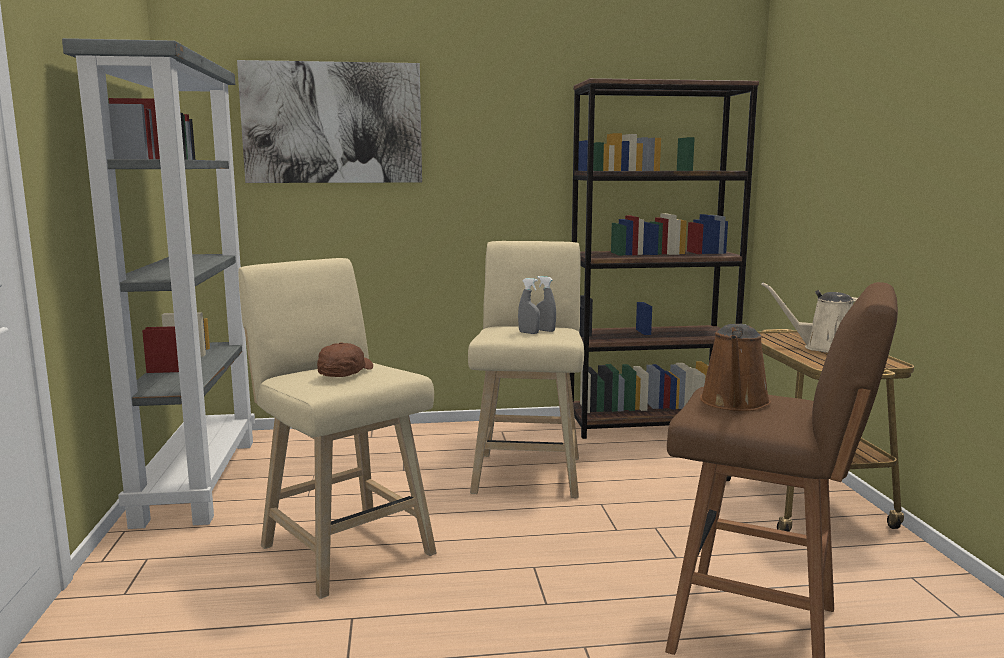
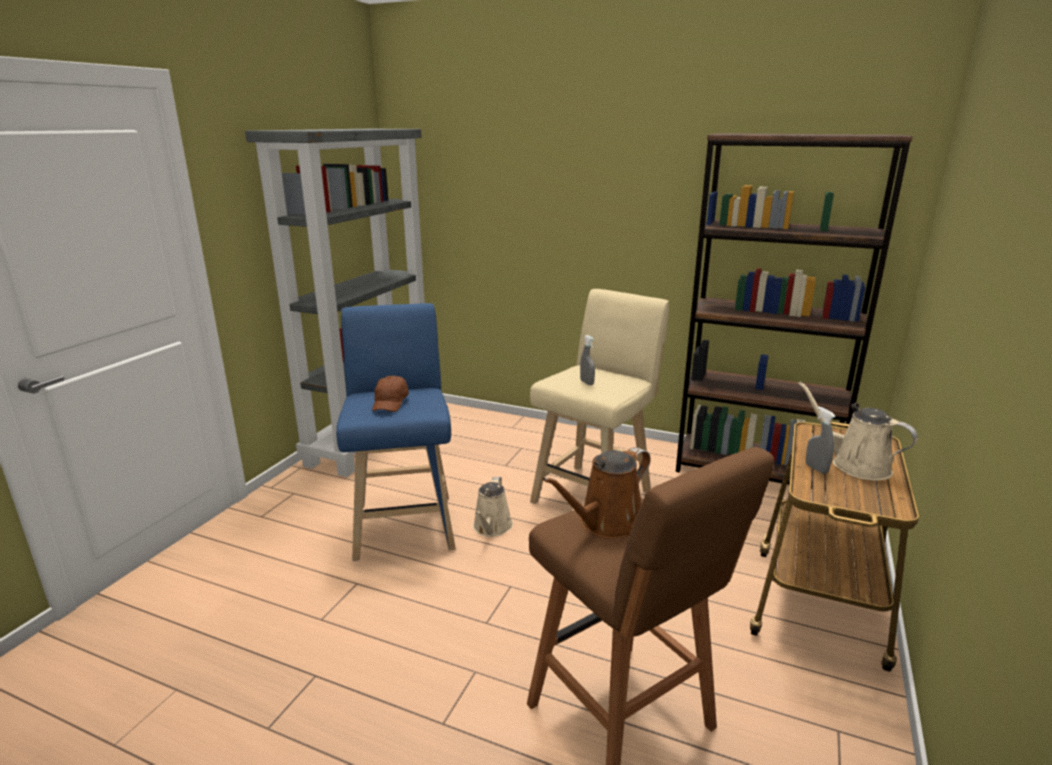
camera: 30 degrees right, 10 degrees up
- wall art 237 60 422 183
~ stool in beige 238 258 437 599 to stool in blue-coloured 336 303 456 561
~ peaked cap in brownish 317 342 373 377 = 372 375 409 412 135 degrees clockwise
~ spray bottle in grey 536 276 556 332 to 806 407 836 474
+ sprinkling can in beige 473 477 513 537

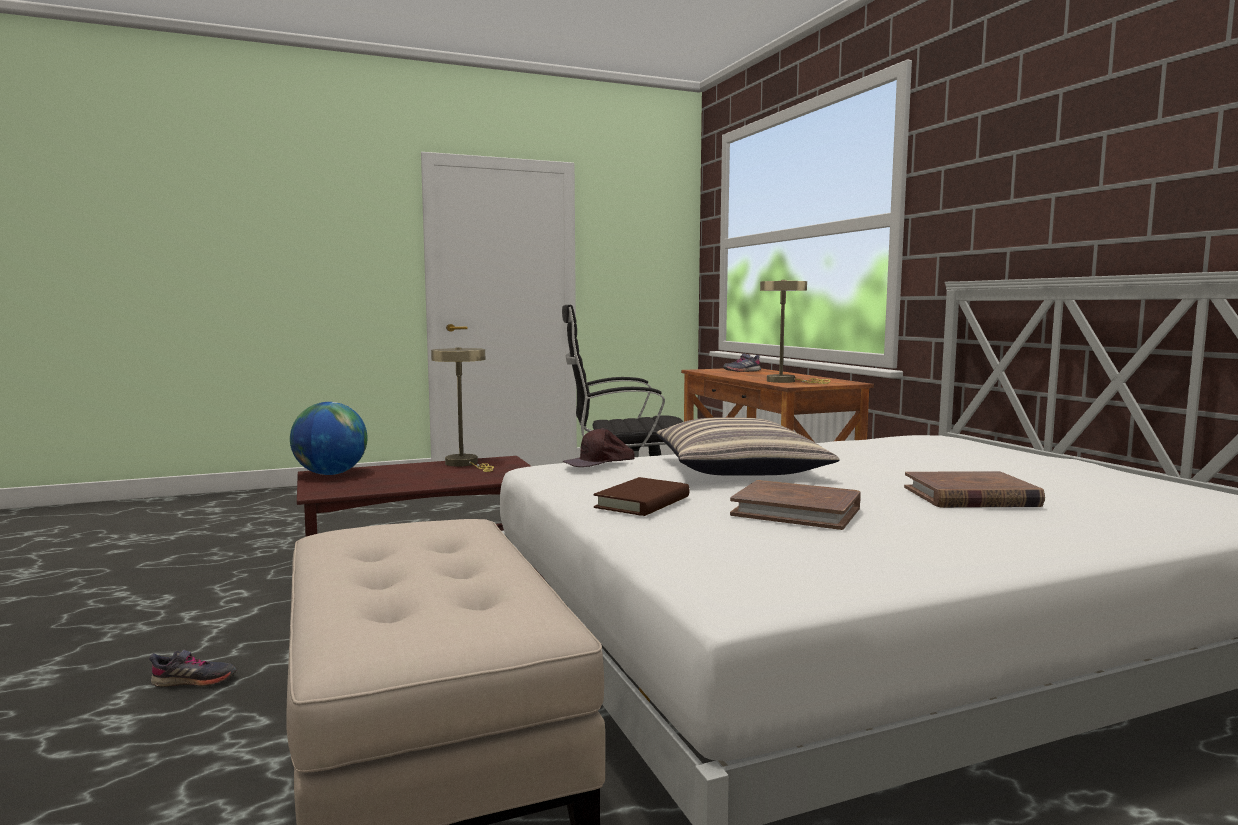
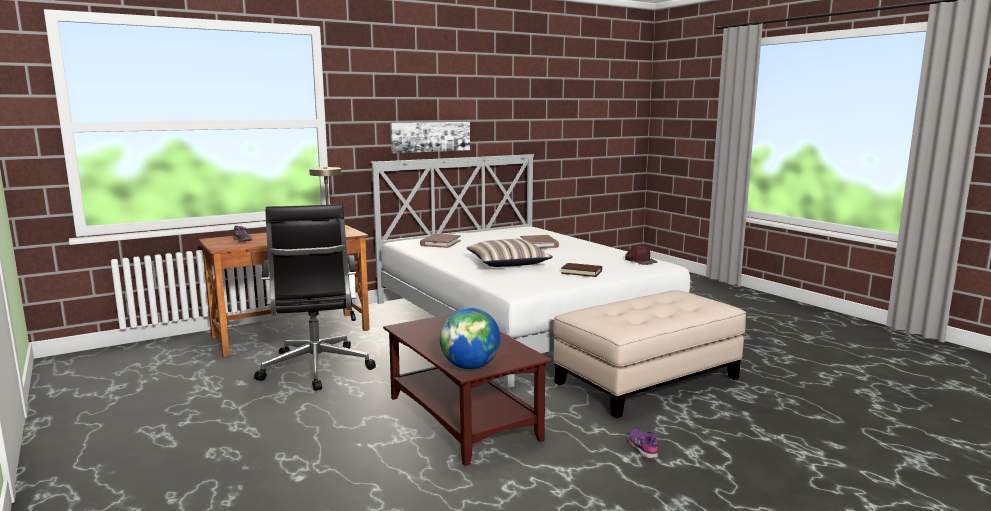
camera: 100 degrees left, 5 degrees up
~ low shoe in grey 149 650 237 687 to low shoe in purple 628 429 658 459
- table lamp in beige 431 347 494 472
~ peaked cap in brownish 563 428 635 467 to 625 245 657 265
~ book in brownish 730 480 861 530 to 420 234 461 248
+ wall art 390 122 470 153

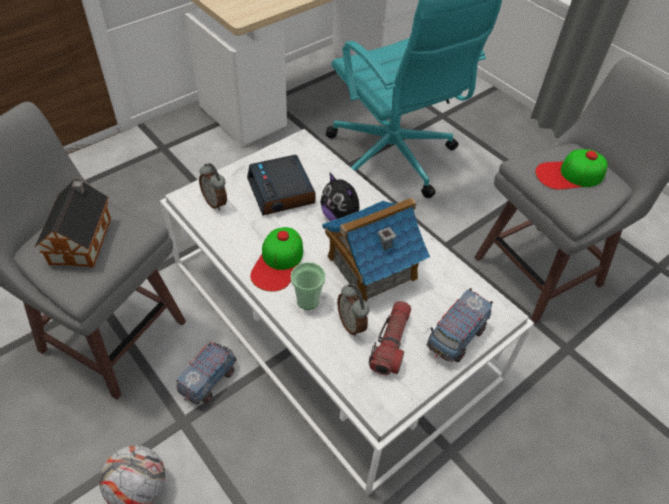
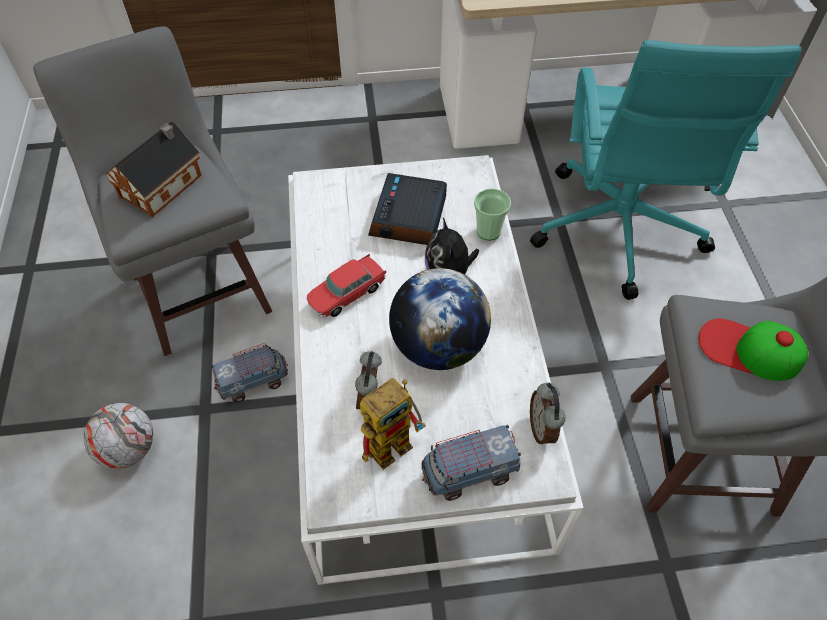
camera: 35 degrees right, 5 degrees up
~ bedside clock 199 163 227 211 to 530 383 565 445
~ peaked cap 250 227 303 292 to toy car 306 254 386 318
~ drinking cup 291 262 326 310 to 474 188 511 241
~ toy house 322 197 430 302 to desk globe 389 268 491 370
~ torch 369 301 411 375 to toy robot 360 378 426 470

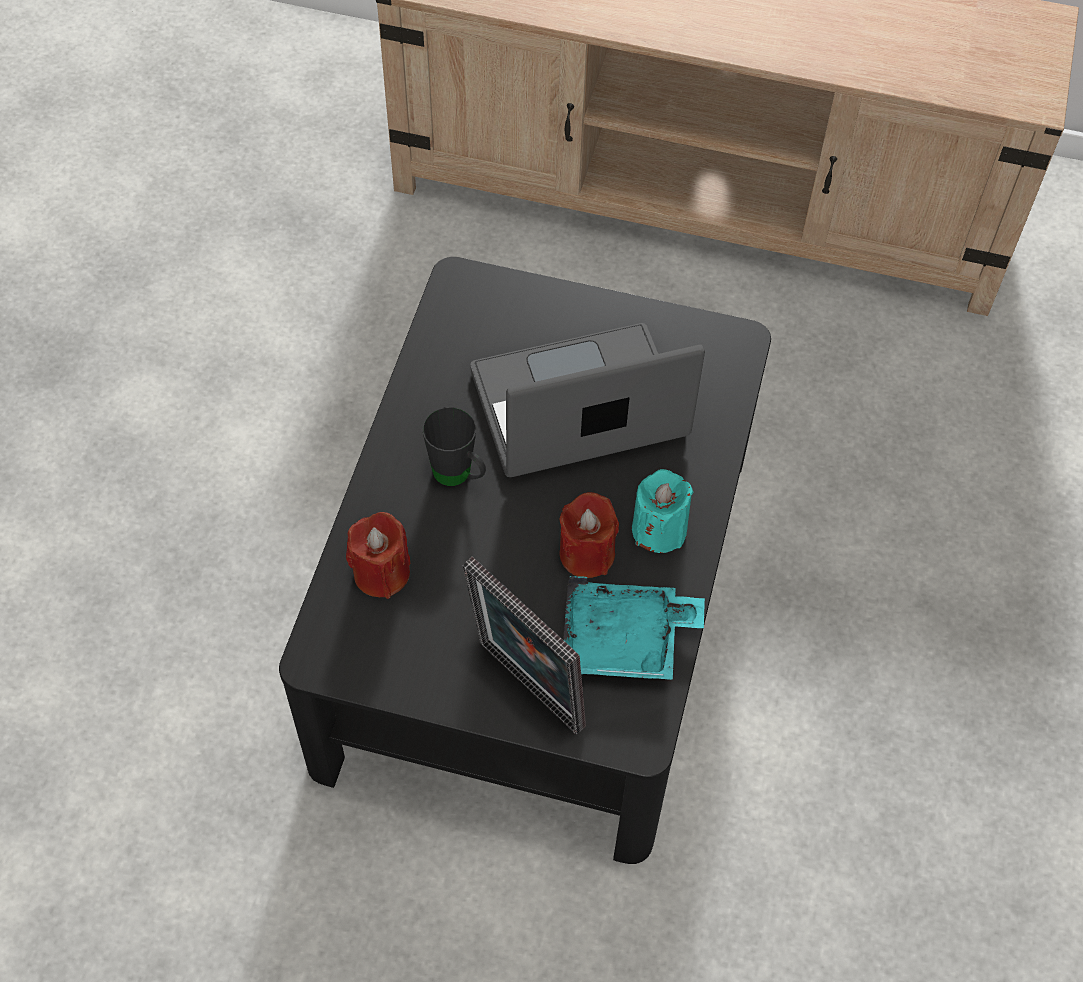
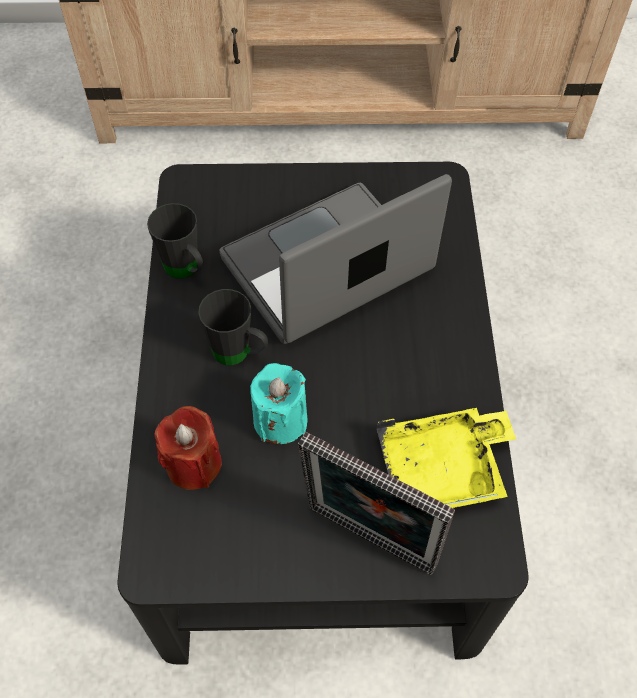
camera: 15 degrees left, 0 degrees up
- wax light in red 559 492 619 578
~ serving tray in blue-green 563 576 705 680 to serving tray in yellowish 377 408 516 508
~ wax light in blue-green 632 469 694 553 to 250 363 308 444
+ tea mug in black 147 203 203 279

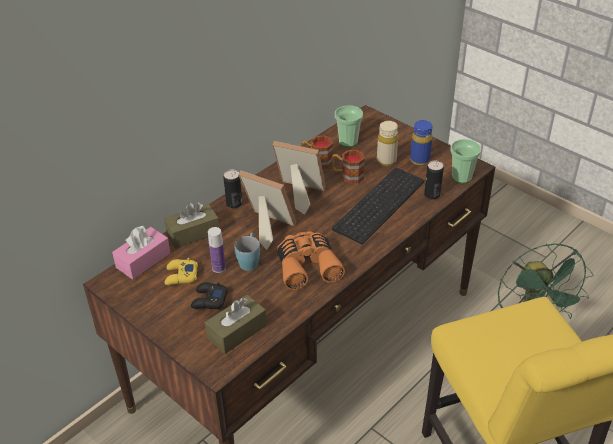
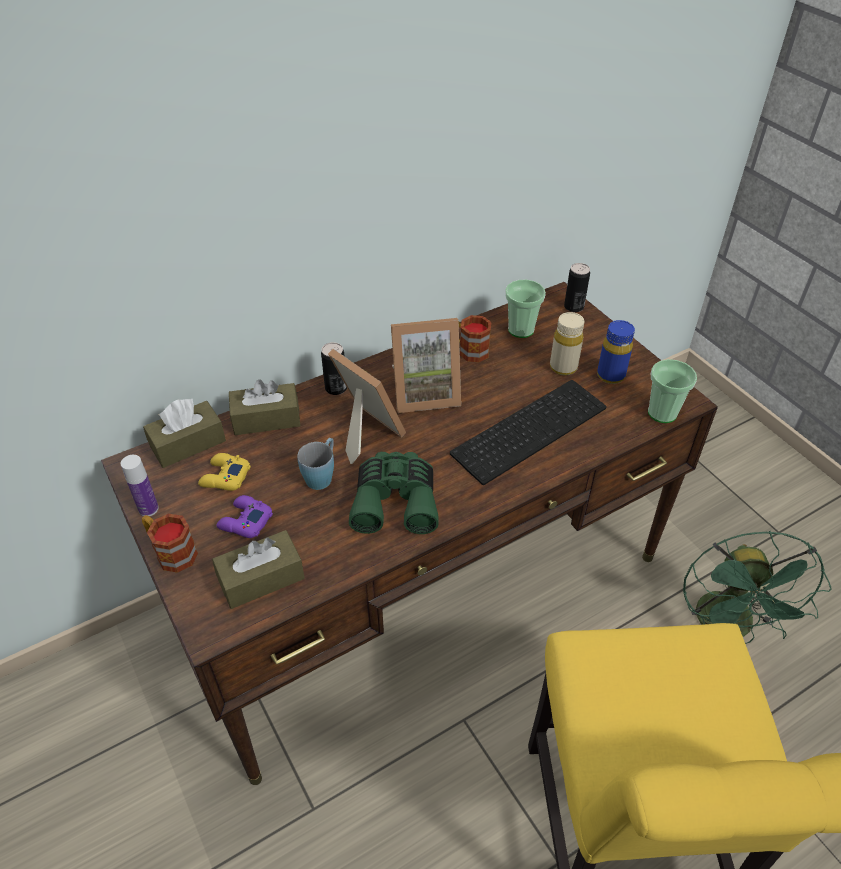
camera: 15 degrees right, 5 degrees up
~ box of tissues in pink 112 226 170 279 to box of tissues in brownish 143 399 226 468
~ game controller in black 191 282 228 309 to game controller in purple 217 495 273 538
~ beverage bottle 208 227 226 273 to 121 455 159 516
~ photo frame 272 141 326 215 = 391 318 461 413 135 degrees clockwise
~ pair of binoculars in orange 277 231 345 290 to pair of binoculars in green-coloured 349 452 439 534
~ tea mug 332 150 365 184 to 142 513 198 573
~ sealed can 424 161 444 199 to 564 263 590 312

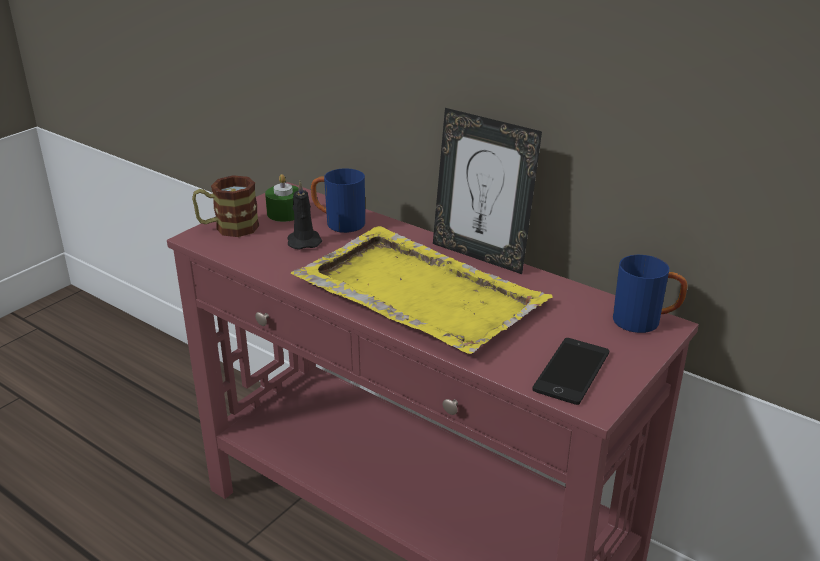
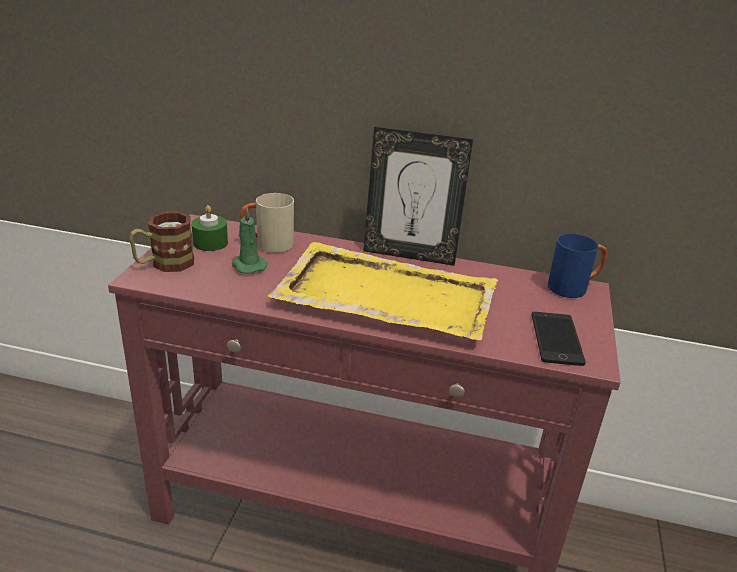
camera: 25 degrees left, 0 degrees up
~ wax light in black 287 181 322 249 to wax light in green-coloured 232 208 268 274
~ tea mug in blue-coloured 311 168 365 233 to tea mug in beige 240 193 294 253

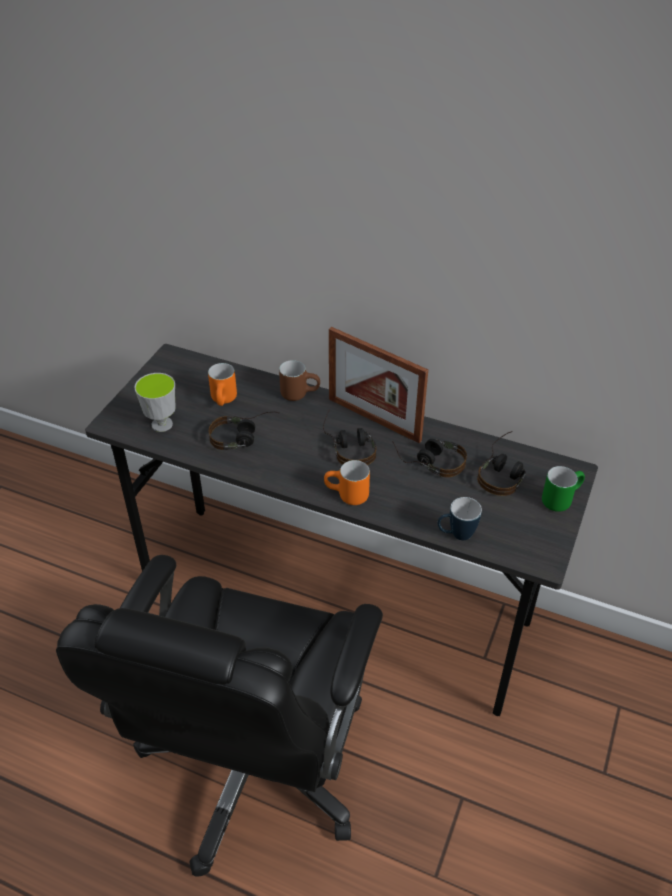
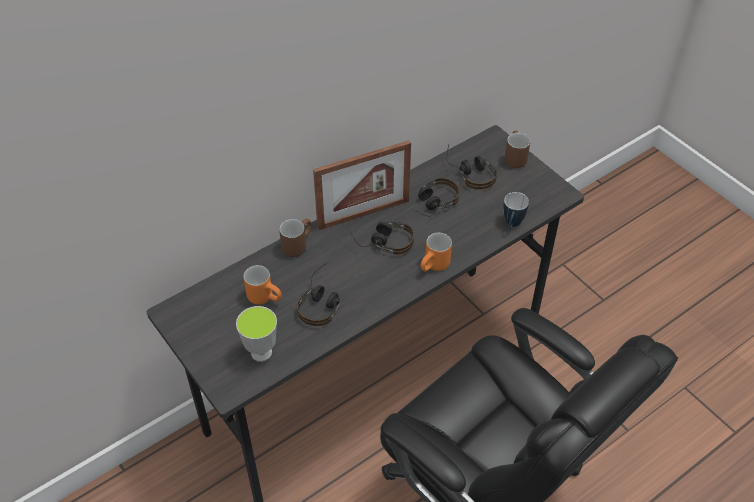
camera: 60 degrees left, 5 degrees up
~ tea mug in green-coloured 542 466 585 512 to tea mug in brownish 505 130 530 168

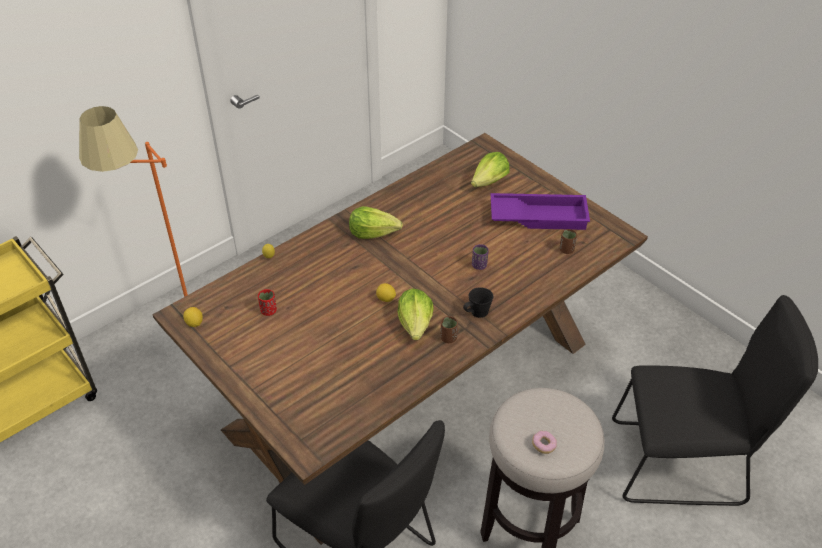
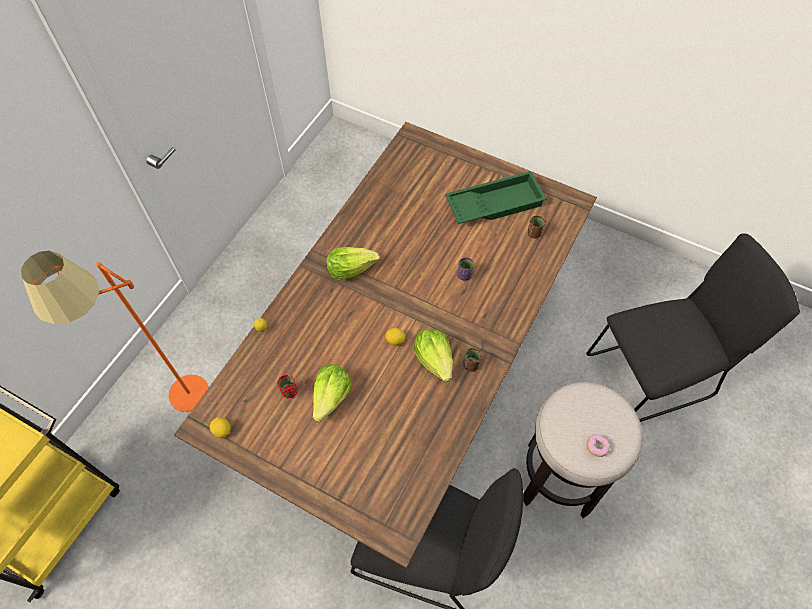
camera: 20 degrees left, 15 degrees up
- tea mug in black 463 287 493 318
~ head of lettuce 471 152 510 187 to 313 364 352 422
~ serving tray in purple 491 193 590 230 to serving tray in green-coloured 445 171 546 224

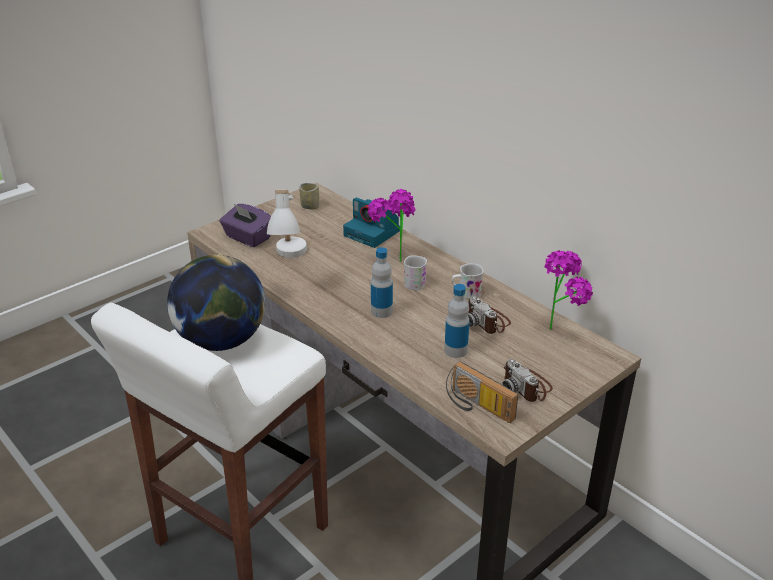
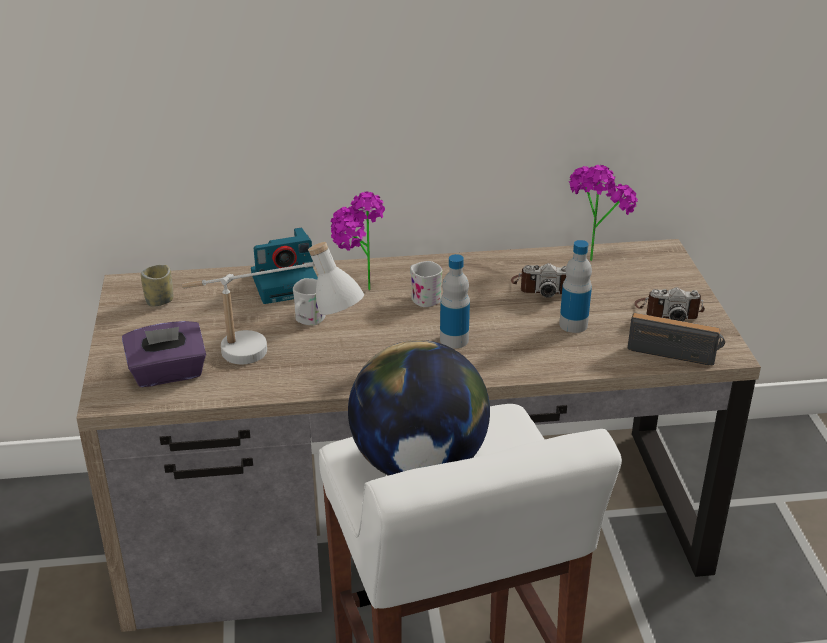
camera: 55 degrees left, 0 degrees up
~ radio set 446 361 518 423 = 628 313 725 365 150 degrees counterclockwise
~ tea mug in whitish 452 264 483 298 to 293 278 326 325

